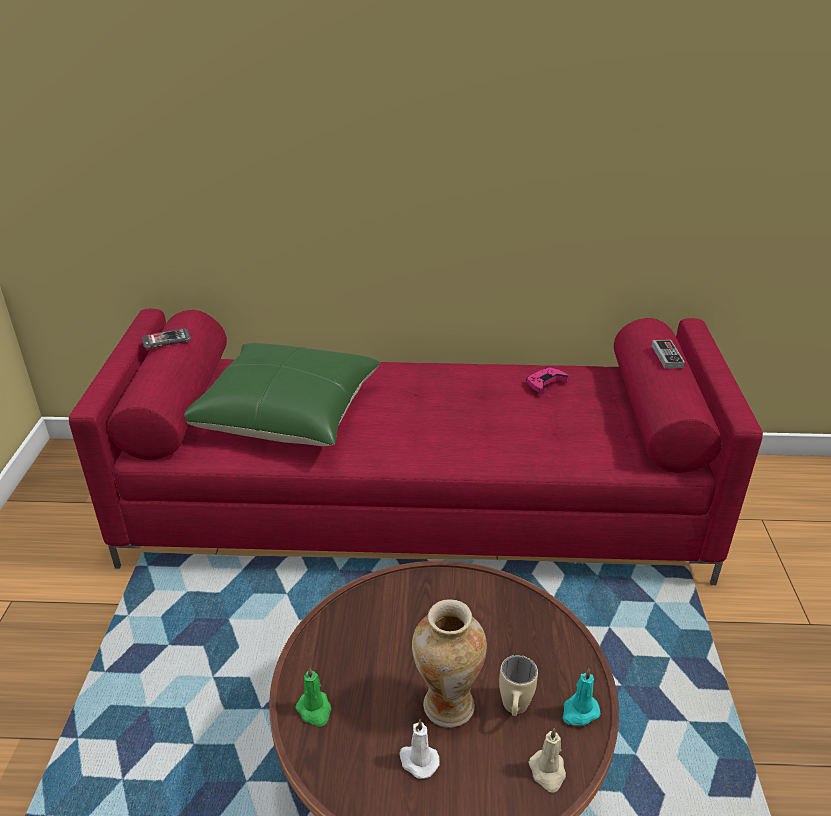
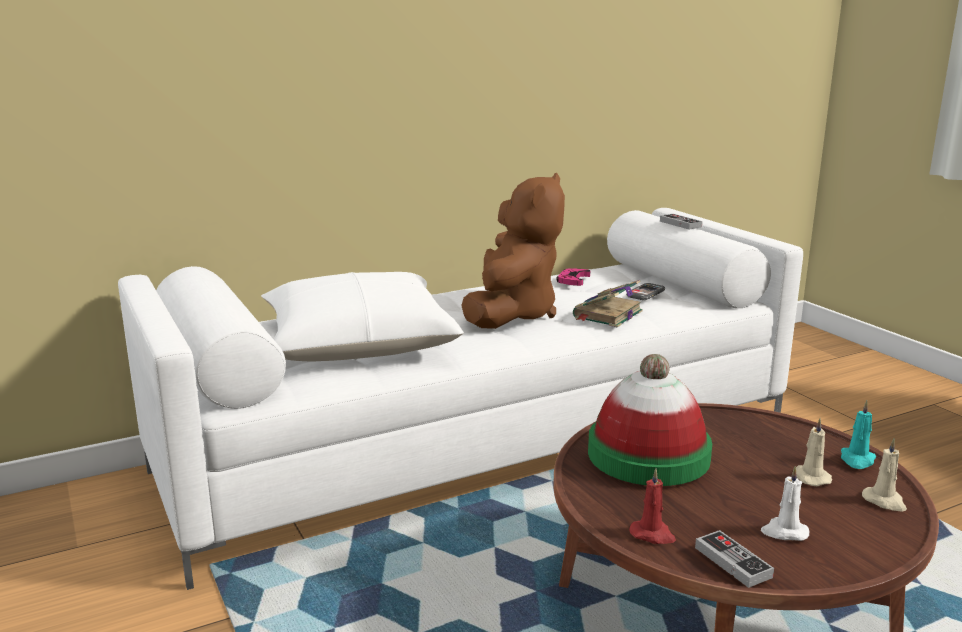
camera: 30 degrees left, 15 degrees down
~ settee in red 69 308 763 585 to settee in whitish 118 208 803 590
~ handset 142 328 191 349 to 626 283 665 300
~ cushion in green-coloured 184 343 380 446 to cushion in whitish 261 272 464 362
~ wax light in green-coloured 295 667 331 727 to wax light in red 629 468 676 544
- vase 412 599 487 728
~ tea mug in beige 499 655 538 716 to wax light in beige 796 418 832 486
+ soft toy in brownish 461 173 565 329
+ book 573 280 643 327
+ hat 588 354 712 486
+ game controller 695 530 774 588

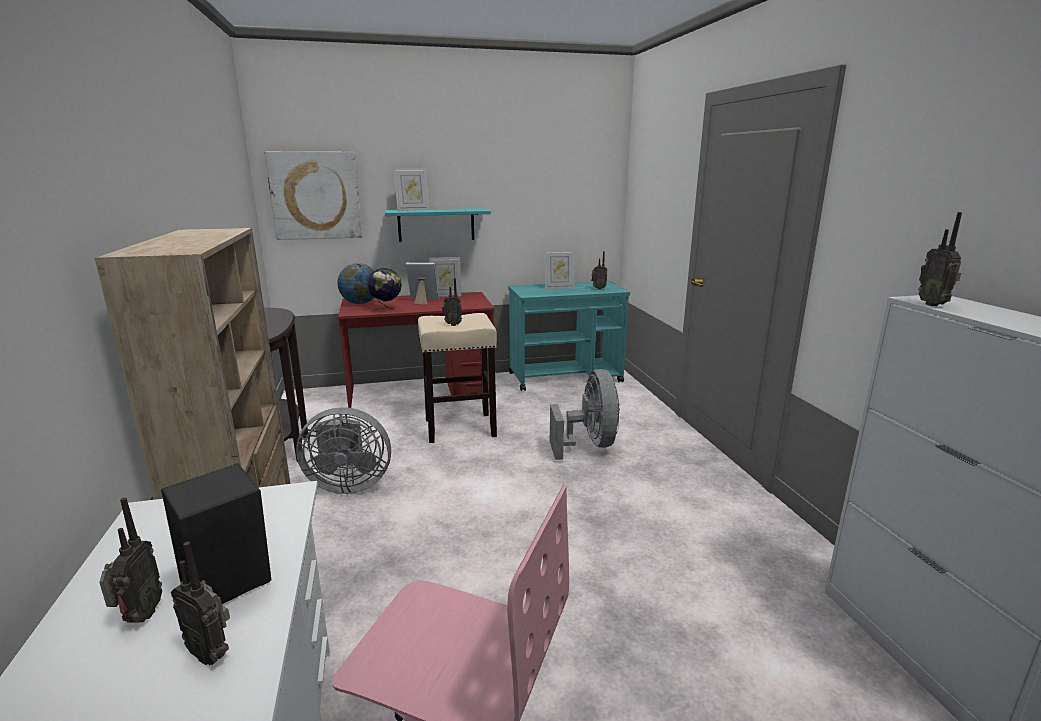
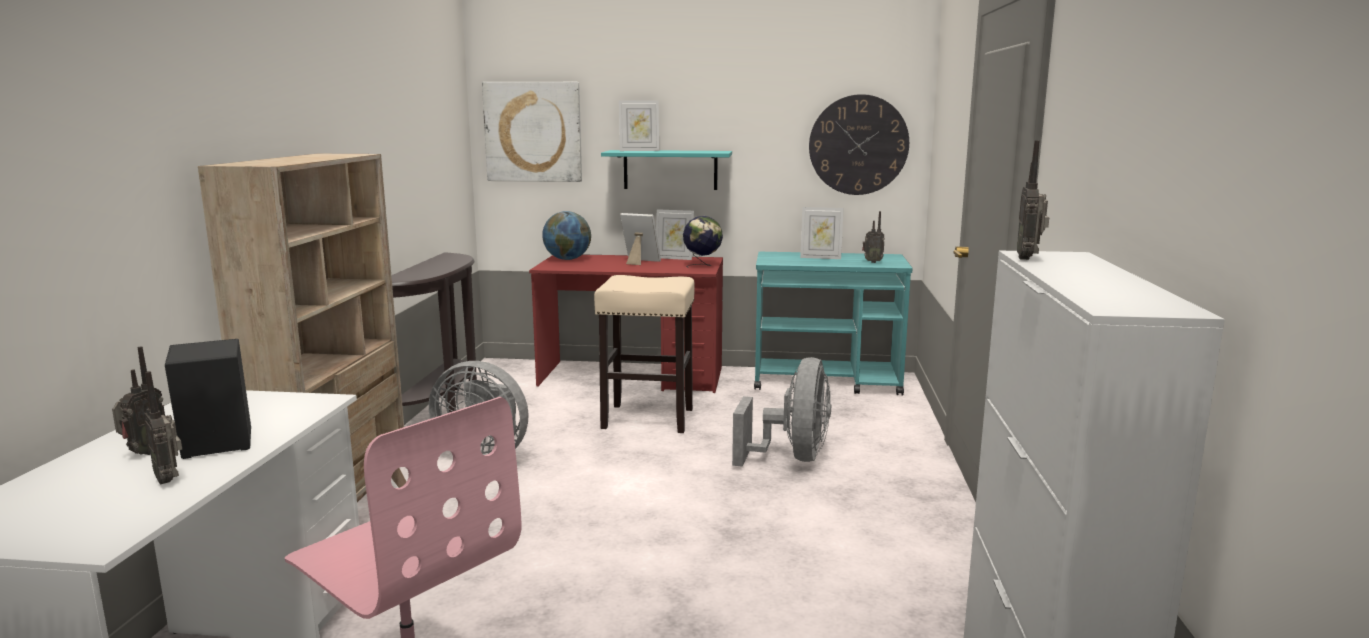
camera: 20 degrees right, 5 degrees down
~ desk globe 367 268 402 313 to 683 216 723 268
- radio set 442 278 462 326
+ clock on the wall 809 94 909 195

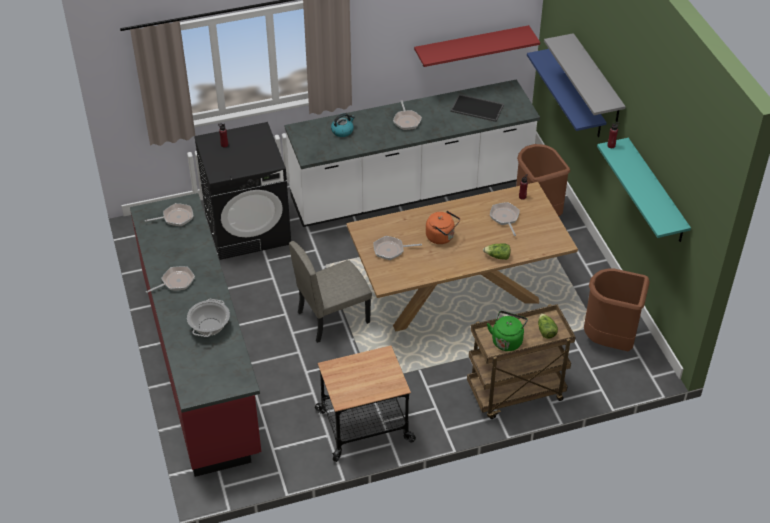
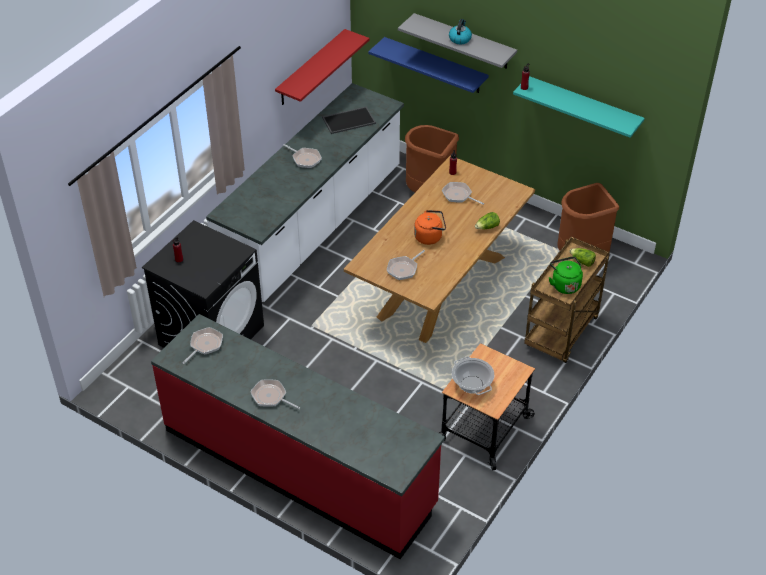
camera: 40 degrees left, 0 degrees up
~ frying pan 146 266 195 293 = 250 380 300 409 75 degrees counterclockwise
~ stockpot 187 299 230 337 to 452 357 494 395
- chair in beige 289 241 372 343
~ tea kettle 331 113 355 137 to 449 19 472 44

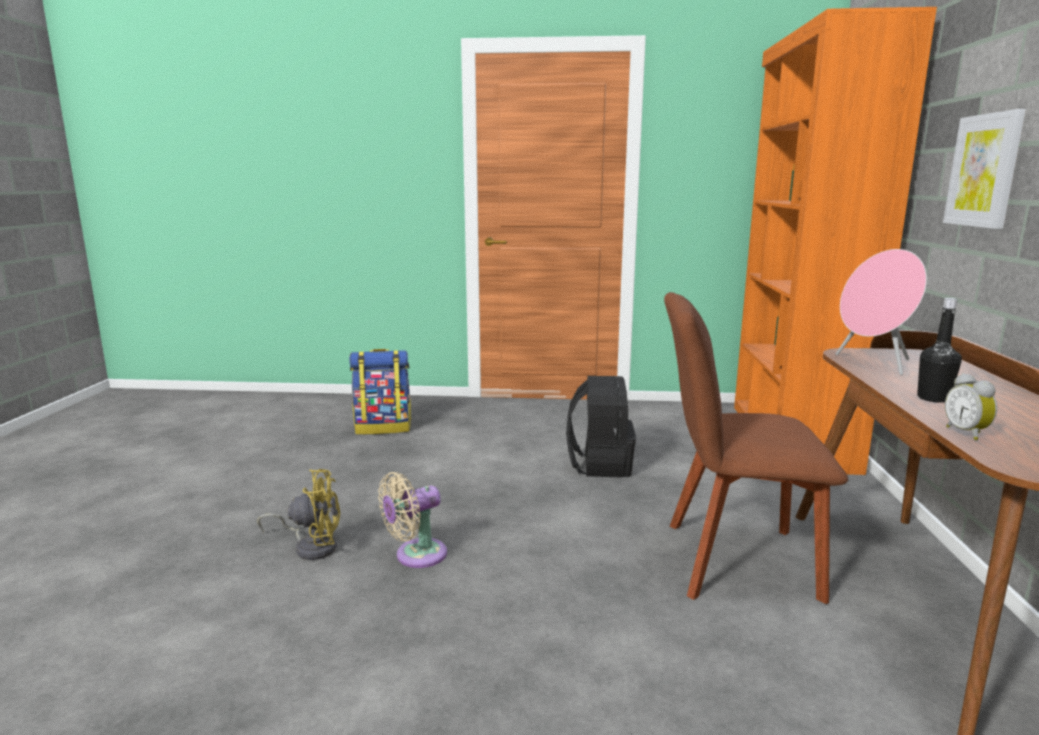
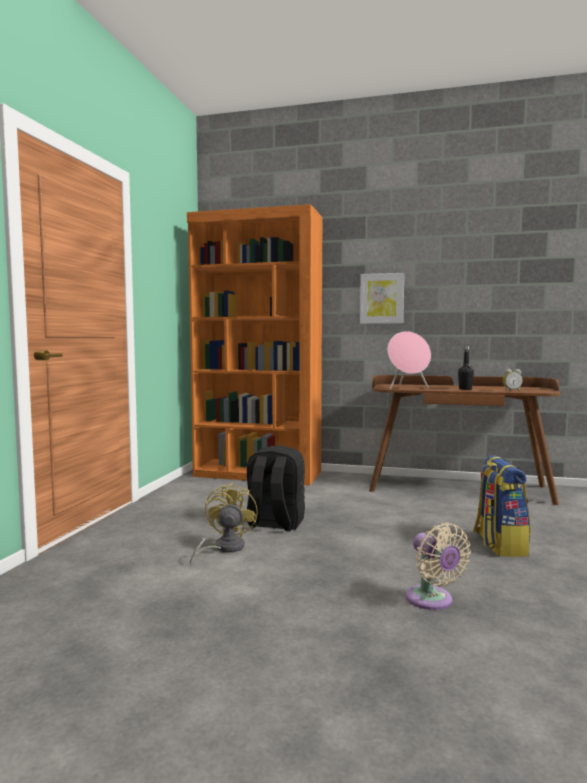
camera: 80 degrees left, 10 degrees down
~ electric fan in yellowish 257 469 340 560 to 190 483 258 565
~ backpack 349 349 411 435 to 473 455 531 557
- chair in brownish 664 292 848 604

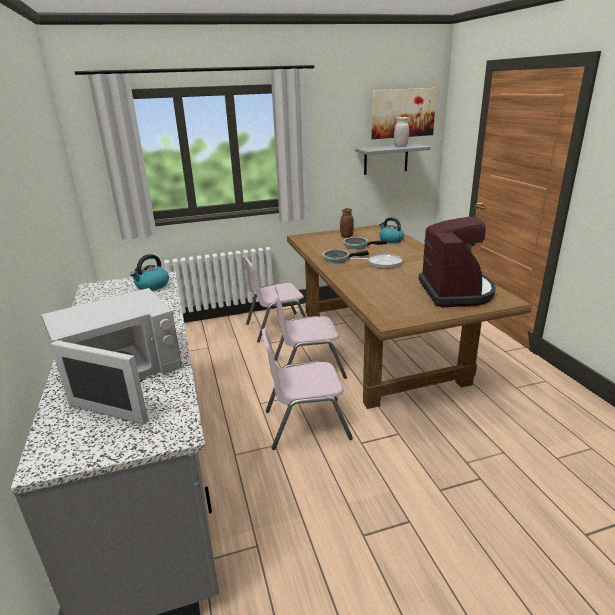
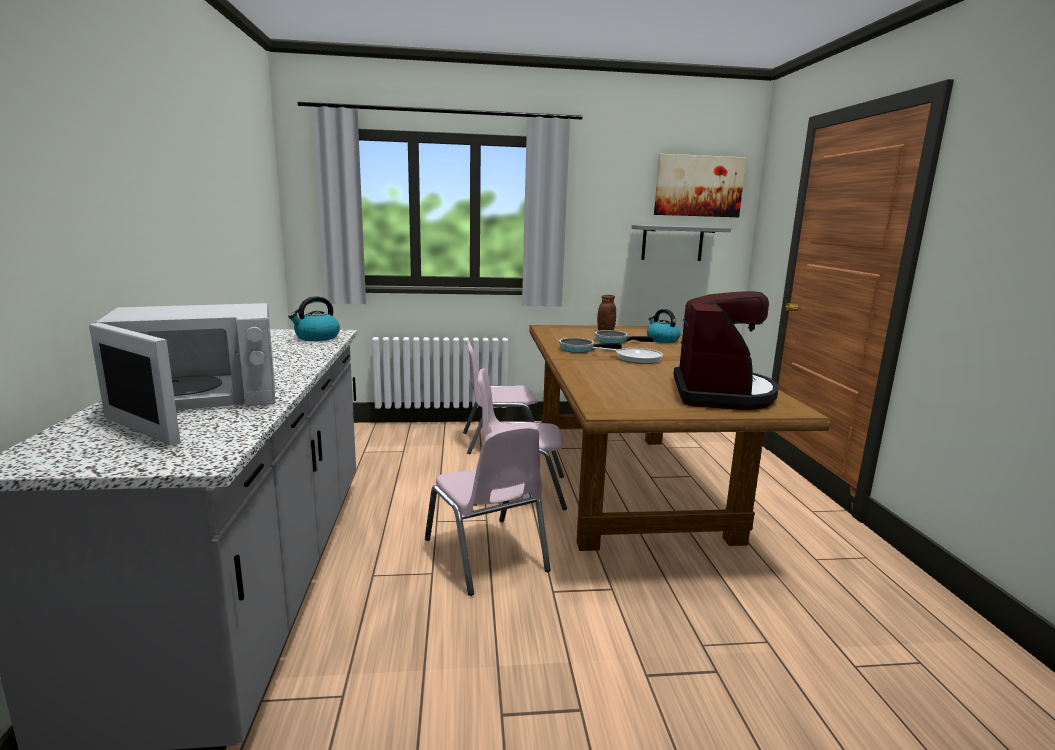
camera: 10 degrees right, 10 degrees down
~ chair in pink 262 328 353 450 = 425 426 551 596 120 degrees counterclockwise
- preserve jar in whitish 394 117 409 147

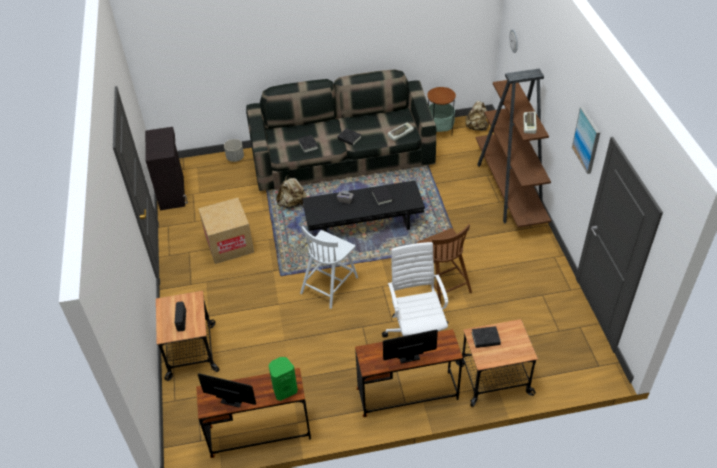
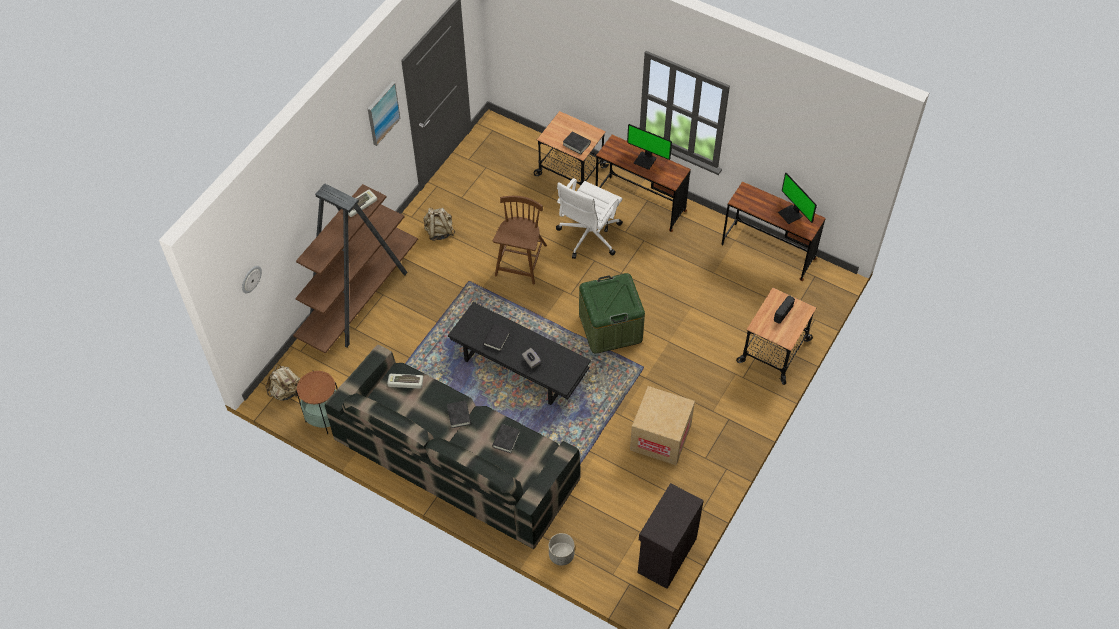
camera: 140 degrees left, 10 degrees up
- audio speaker in green-coloured 268 357 298 401
~ backpack in beige 276 175 306 208 to 424 208 455 241
~ chair in whitish 300 226 358 309 to storage box in green-coloured 579 273 645 354

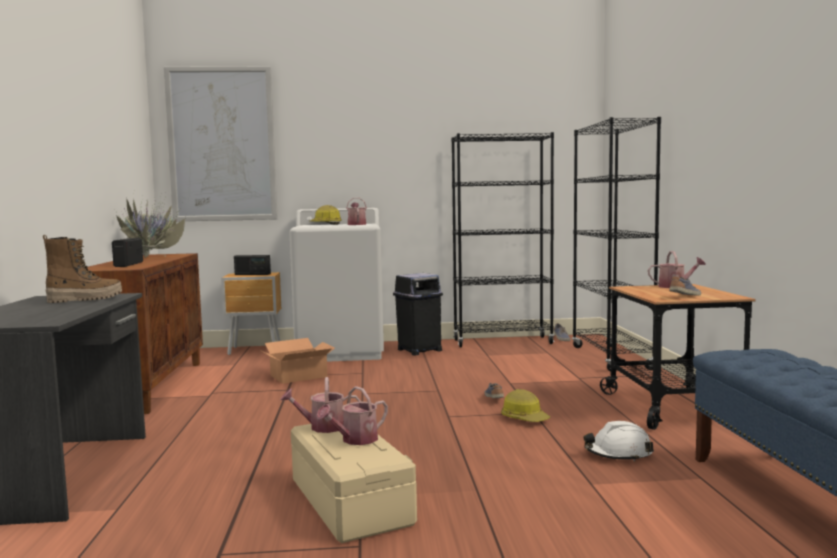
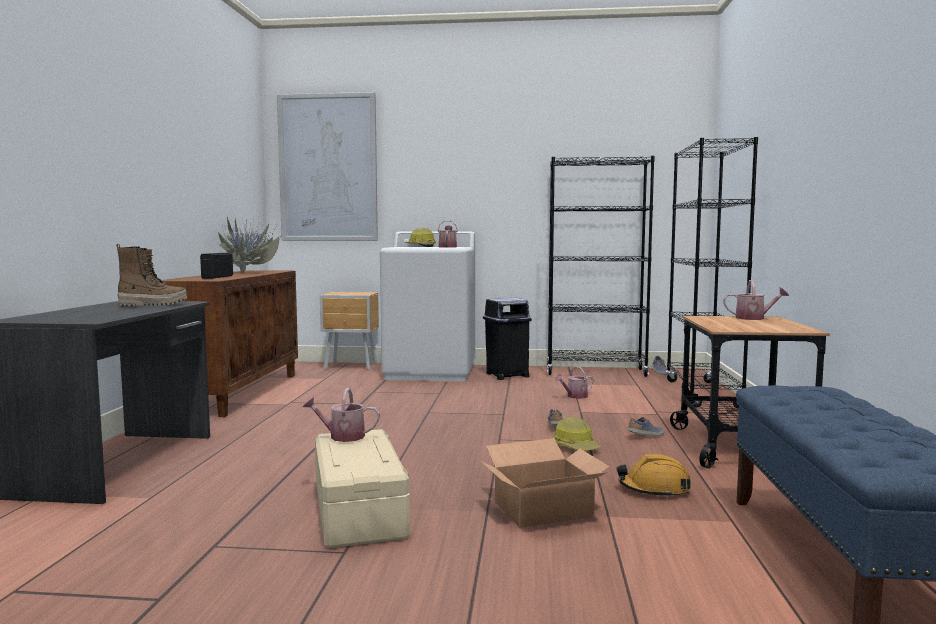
camera: 10 degrees right, 0 degrees up
- radio set 234 255 271 275
~ cardboard box 260 338 335 384 to 481 438 609 528
~ sprinkling can 316 386 388 445 to 555 366 594 399
~ hard hat in whitish 584 421 654 462 to hard hat in orange 617 454 692 498
~ low shoe 669 276 701 295 to 627 417 664 436

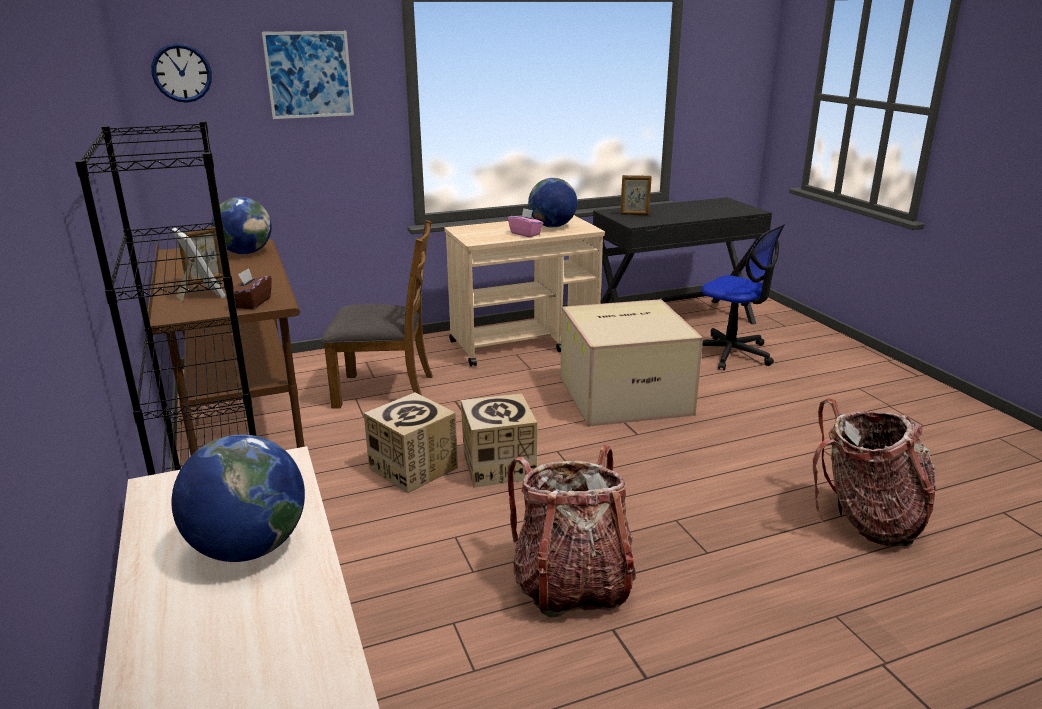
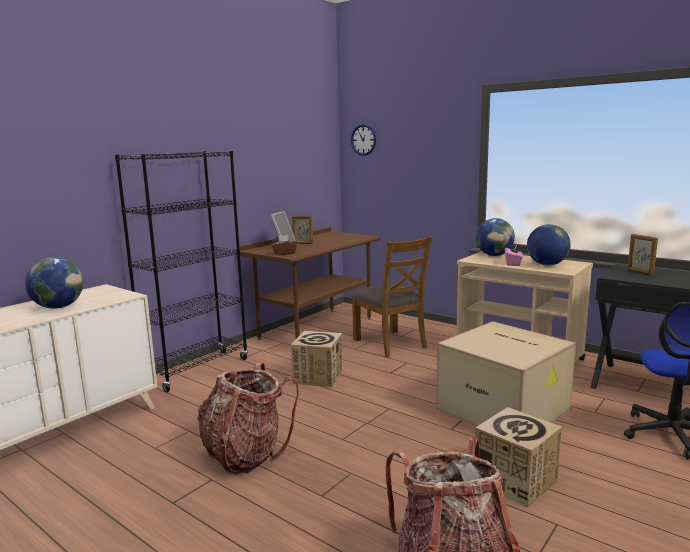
camera: 60 degrees right, 10 degrees down
~ desk globe 212 197 272 254 to 476 218 515 256
- wall art 262 31 354 119
~ cardboard box 461 393 537 487 to 475 407 562 507

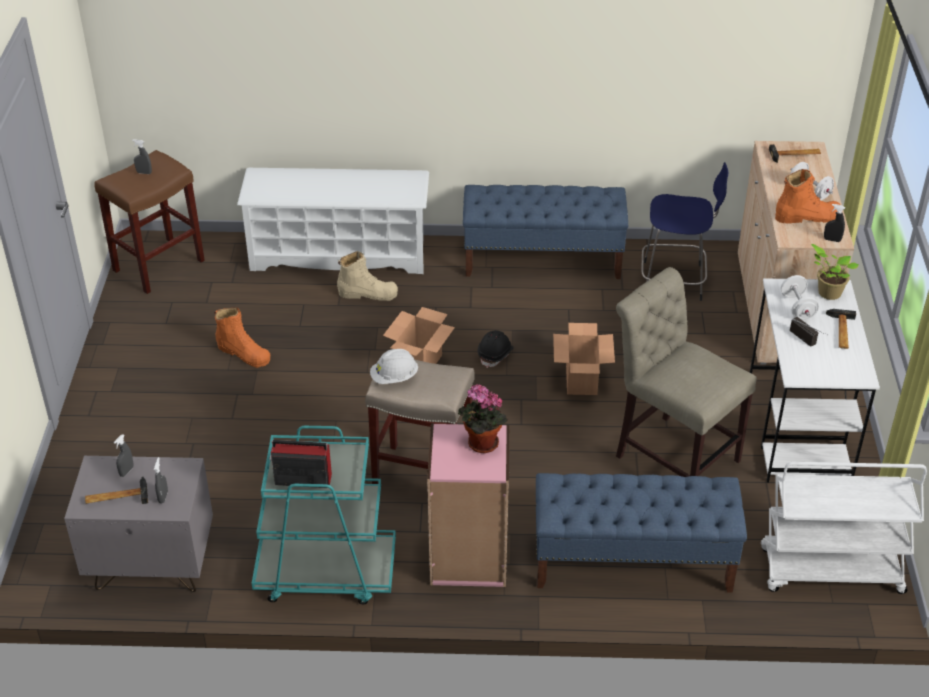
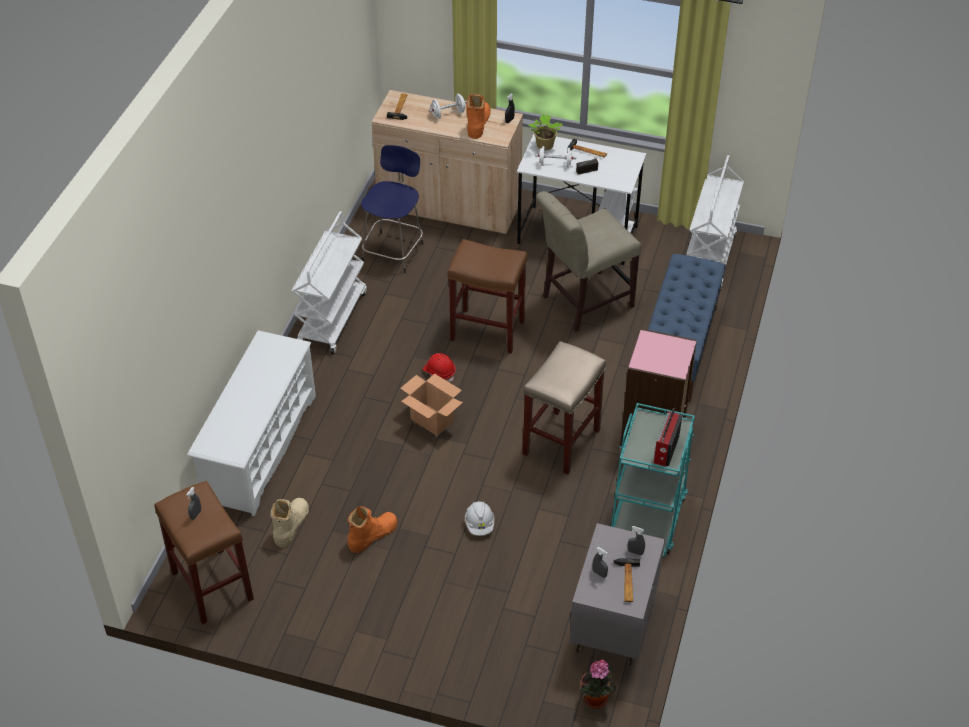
camera: 75 degrees left, 5 degrees up
~ tall boot in beige 337 251 398 301 to 270 498 309 547
~ hard hat in whitish 370 349 418 384 to 465 501 494 536
~ potted plant 458 384 508 453 to 579 660 616 709
~ bench in blue-coloured 463 185 628 279 to wheeled cart in whitish 292 211 367 355
~ hard hat in black 478 330 513 368 to hard hat in red 423 353 456 382
~ cardboard box 553 323 615 395 to stool in brownish 448 239 528 354

